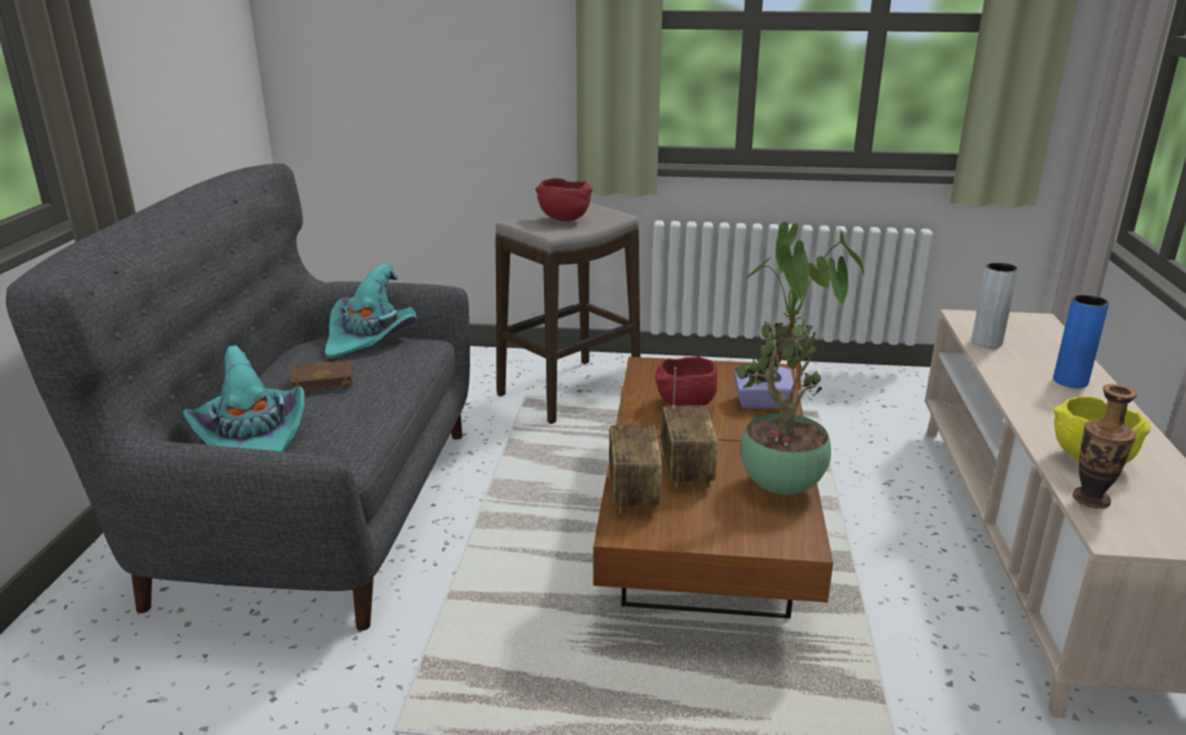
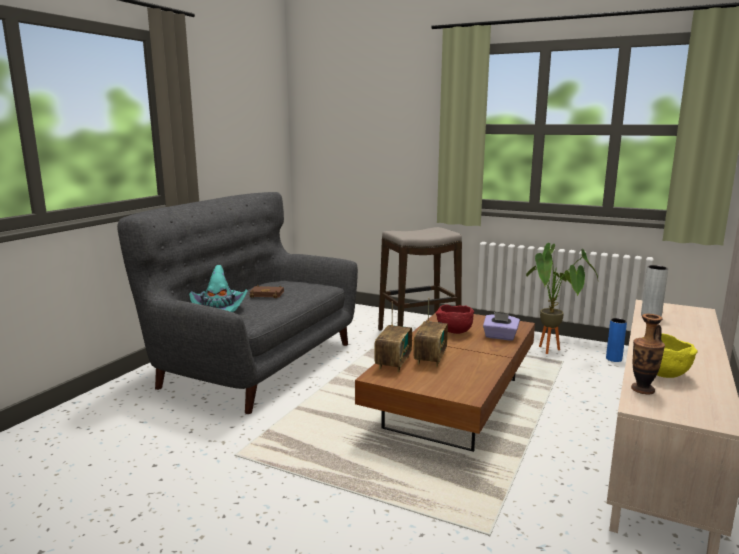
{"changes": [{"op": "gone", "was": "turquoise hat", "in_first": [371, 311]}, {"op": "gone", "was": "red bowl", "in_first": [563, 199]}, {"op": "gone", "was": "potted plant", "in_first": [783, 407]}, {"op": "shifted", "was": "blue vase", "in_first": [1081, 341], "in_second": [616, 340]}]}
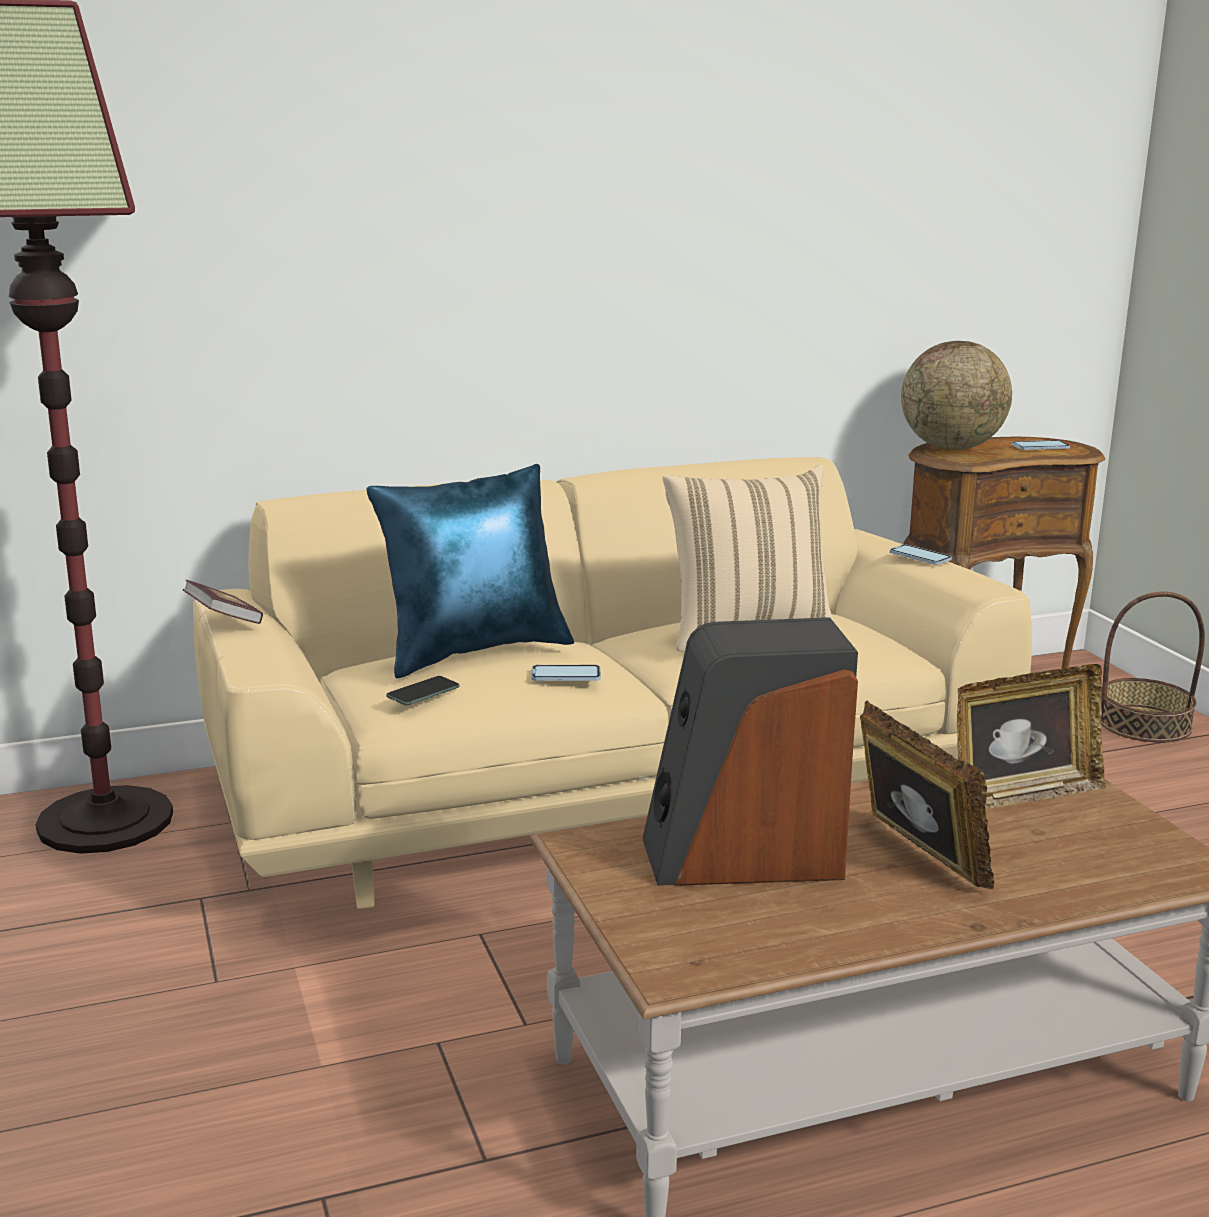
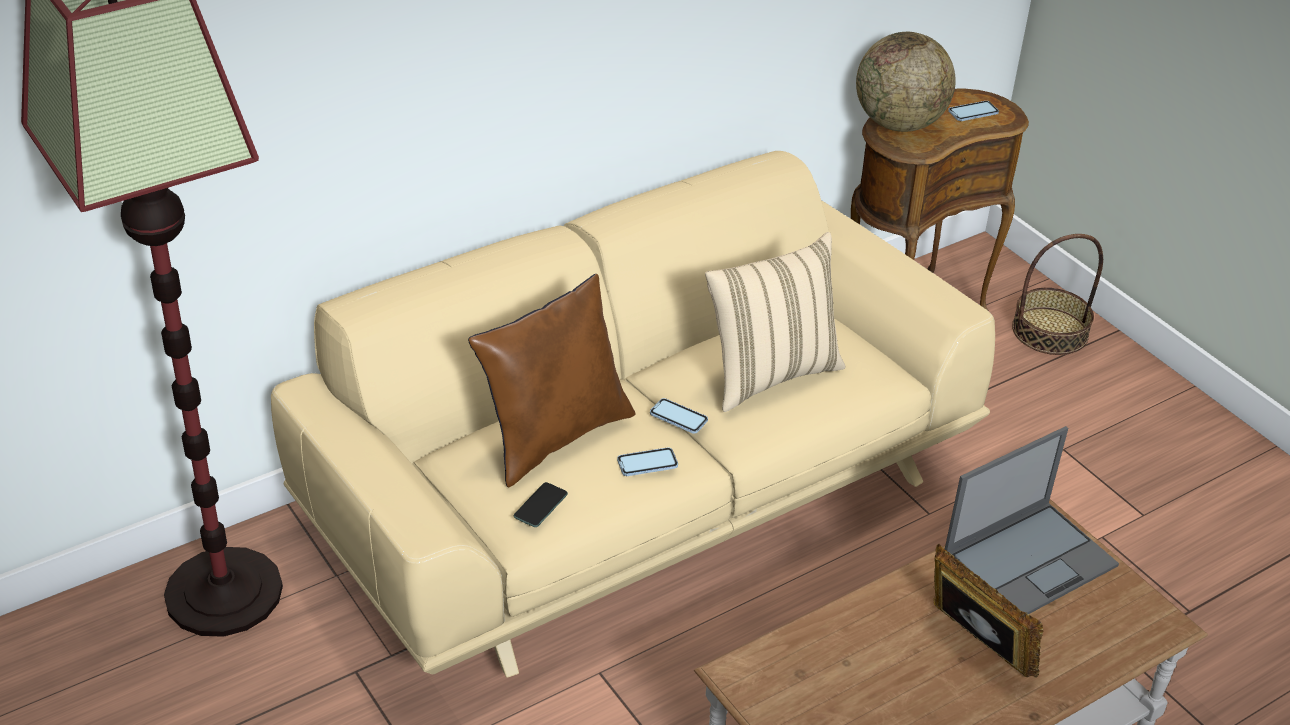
{"changes": [{"op": "gone", "was": "book", "in_first": [223, 602]}, {"op": "repainted", "was": "blue pillow", "now": "brown pillow", "in_first": [470, 571], "in_second": [552, 380]}, {"op": "gone", "was": "speaker", "in_first": [750, 751]}, {"op": "shifted", "was": "phone", "in_first": [921, 554], "in_second": [679, 416]}, {"op": "swapped", "was": "picture frame", "now": "laptop", "in_first": [1031, 736], "in_second": [1032, 520]}]}
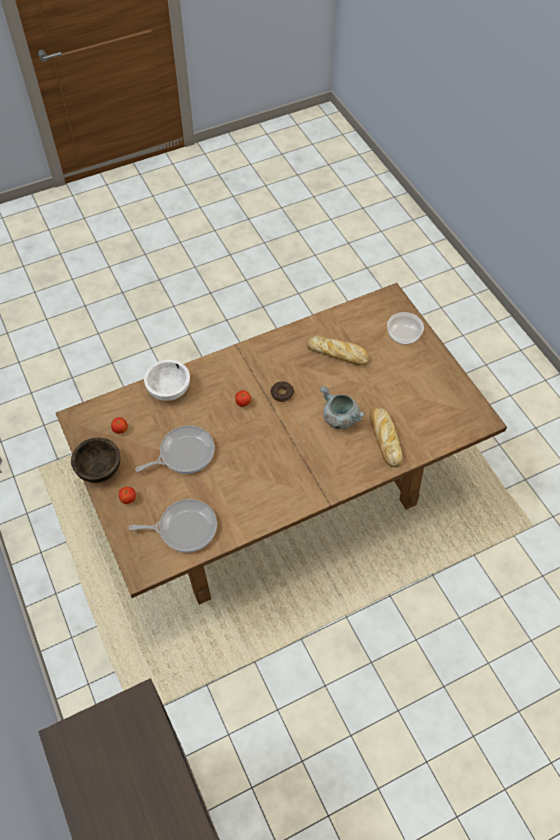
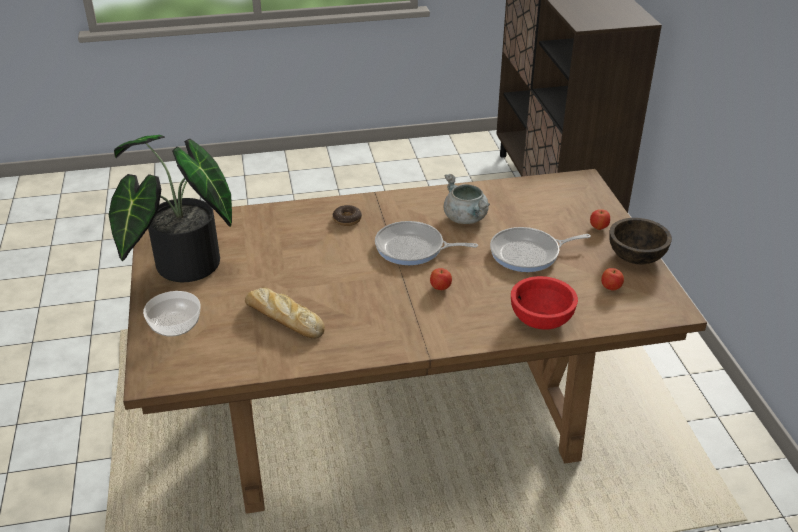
{"changes": [{"op": "shifted", "was": "frying pan", "in_first": [173, 526], "in_second": [426, 243]}, {"op": "repainted", "was": "white bowl", "now": "red bowl", "in_first": [167, 380], "in_second": [544, 303]}, {"op": "shifted", "was": "donut", "in_first": [282, 391], "in_second": [347, 215]}, {"op": "shifted", "was": "grey cooking pot", "in_first": [342, 407], "in_second": [467, 199]}, {"op": "gone", "was": "bread", "in_first": [386, 437]}, {"op": "new", "now": "potted plant", "in_second": [170, 208]}]}
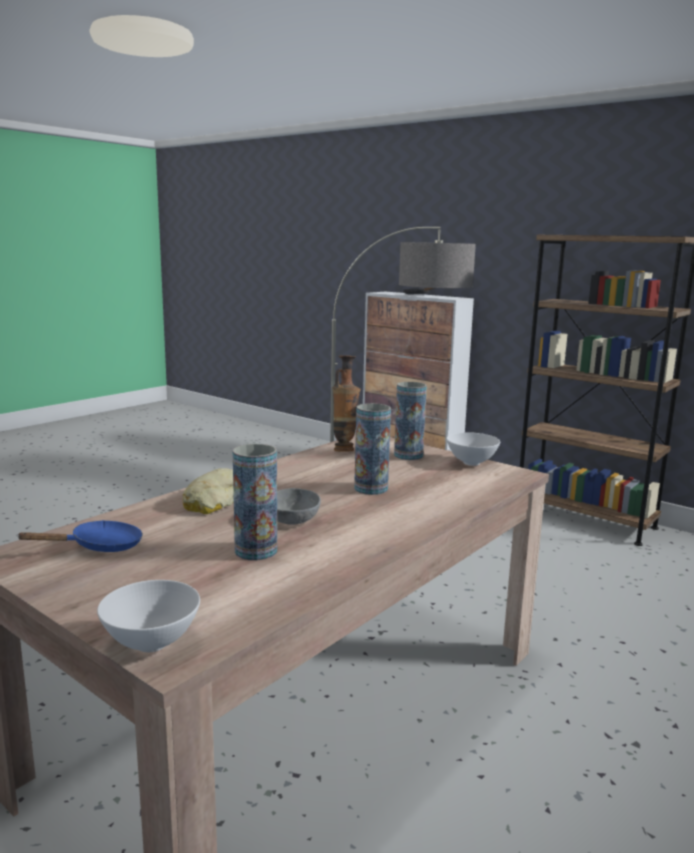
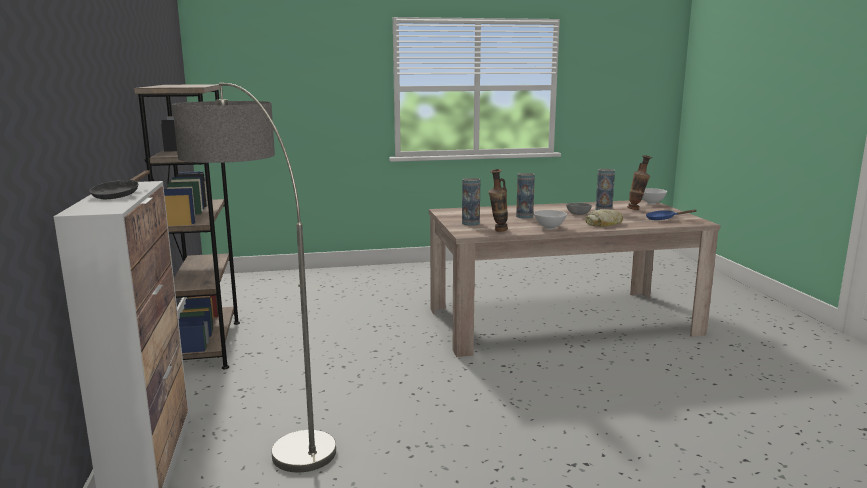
{"changes": [{"op": "shifted", "was": "white bowl", "in_first": [473, 449], "in_second": [550, 219]}, {"op": "new", "now": "vase", "in_second": [639, 182]}]}
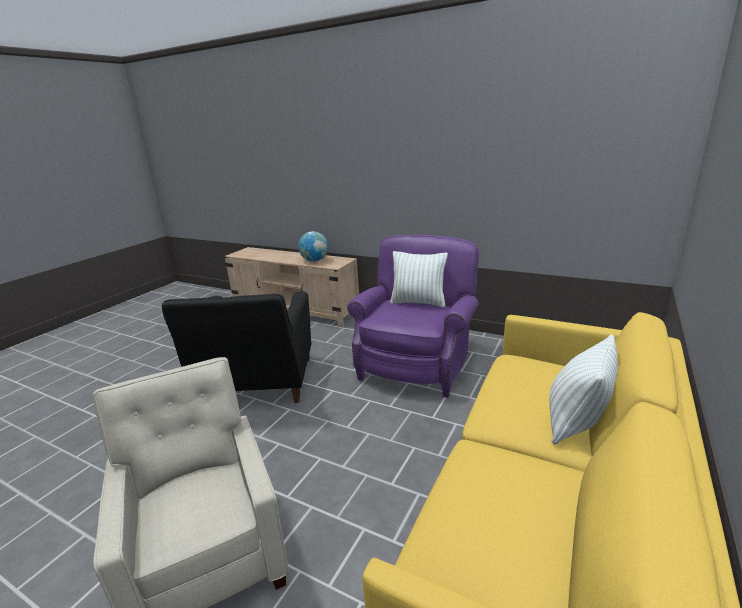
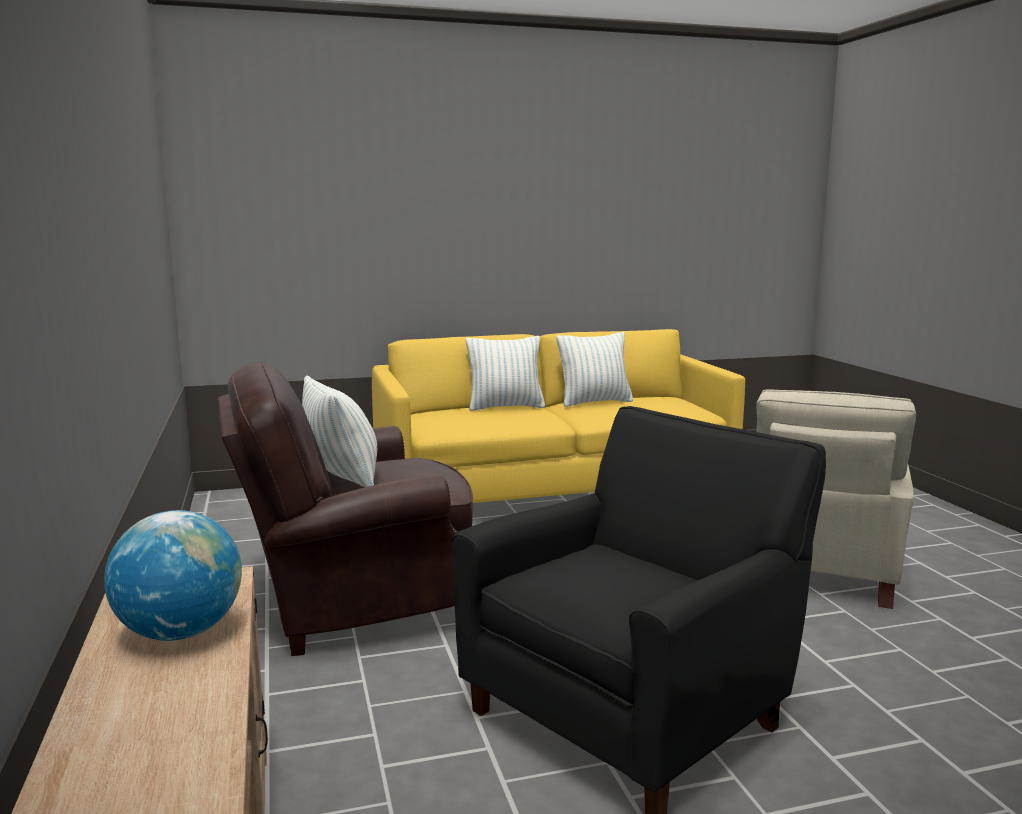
{"changes": [{"op": "repainted", "was": "purple armchair", "now": "brown armchair", "in_first": [413, 316], "in_second": [346, 508]}, {"op": "new", "now": "pillow", "in_second": [594, 369]}]}
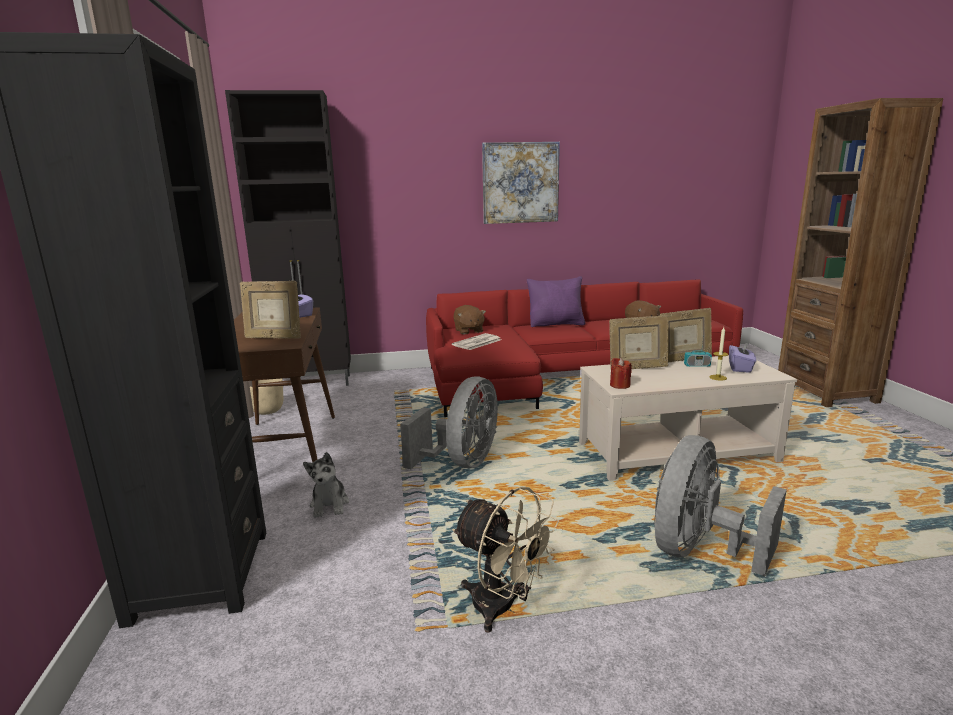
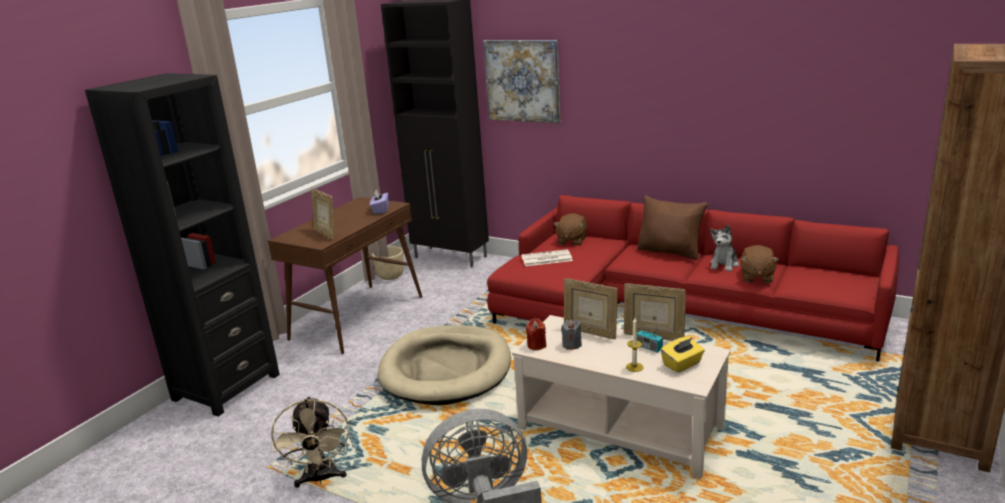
{"changes": [{"op": "shifted", "was": "plush toy", "in_first": [326, 484], "in_second": [724, 248]}, {"op": "swapped", "was": "grey fan", "now": "beige dog bed", "in_first": [449, 422], "in_second": [444, 365]}, {"op": "shifted", "was": "picture", "in_first": [521, 183], "in_second": [521, 81]}, {"op": "repainted", "was": "purple pillow", "now": "brown pillow", "in_first": [556, 301], "in_second": [672, 228]}, {"op": "repainted", "was": "purple tissue box", "now": "yellow tissue box", "in_first": [742, 357], "in_second": [683, 355]}, {"op": "new", "now": "grey candle", "in_second": [571, 334]}]}
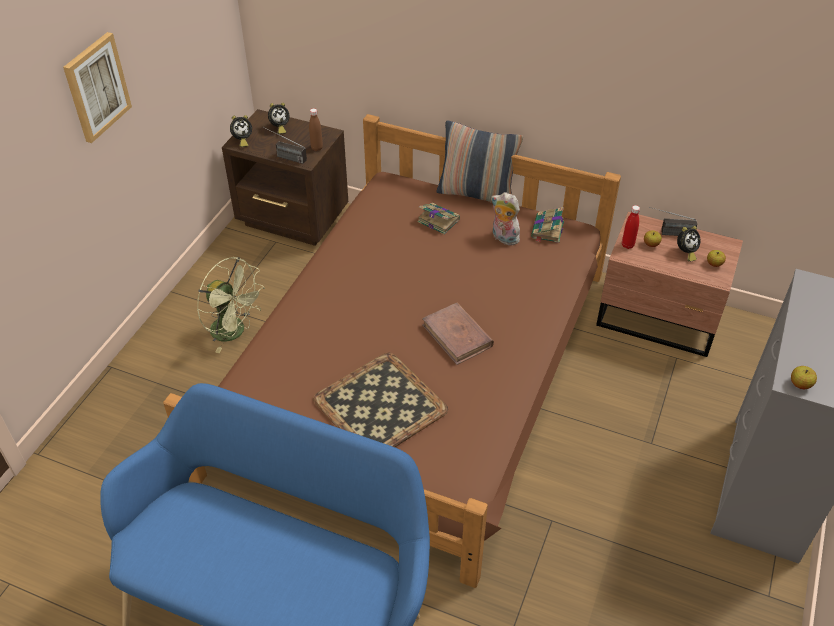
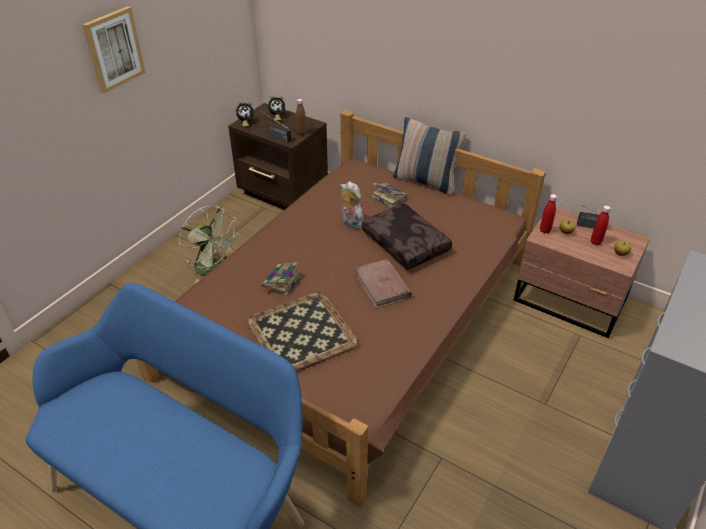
{"changes": [{"op": "shifted", "was": "plush toy", "in_first": [505, 218], "in_second": [352, 205]}, {"op": "shifted", "was": "book", "in_first": [547, 225], "in_second": [281, 279]}, {"op": "swapped", "was": "alarm clock", "now": "red bottle", "in_first": [688, 244], "in_second": [601, 225]}, {"op": "gone", "was": "apple", "in_first": [804, 377]}, {"op": "new", "now": "brown pillow", "in_second": [406, 236]}]}
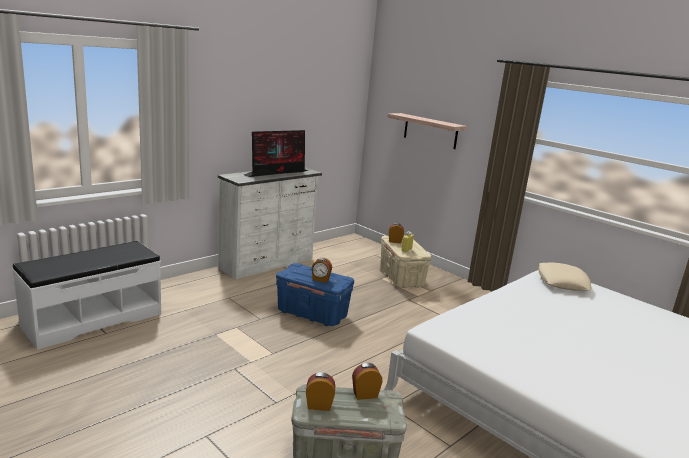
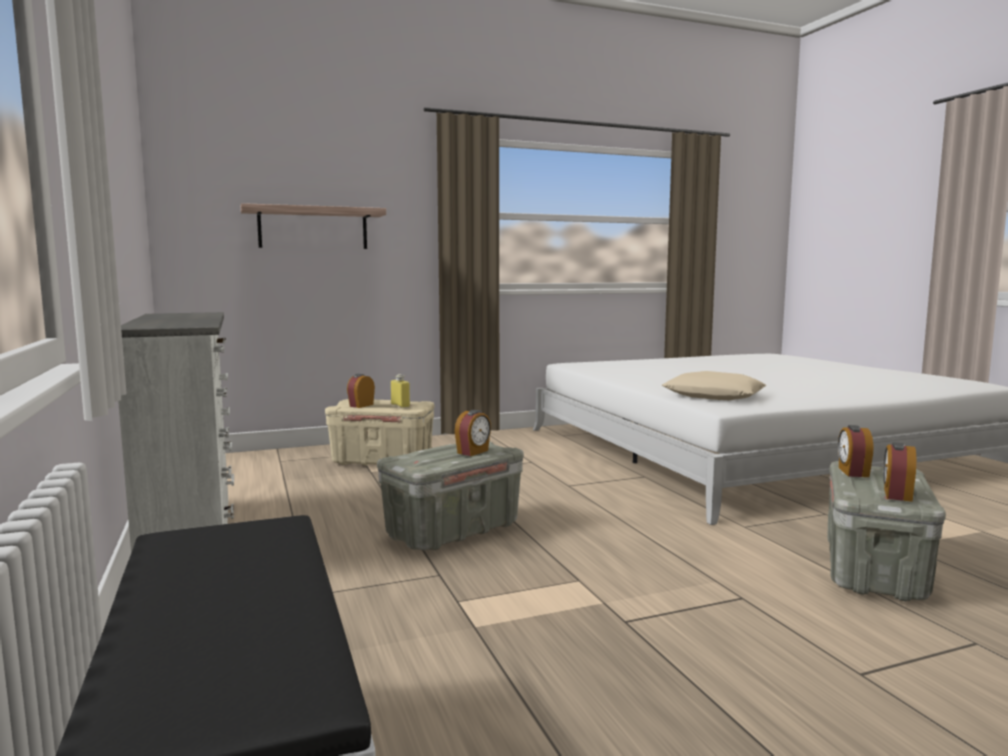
{"changes": [{"op": "gone", "was": "monitor", "in_first": [276, 153]}, {"op": "repainted", "was": "blue storage box", "now": "grey storage box", "in_first": [315, 294], "in_second": [450, 495]}, {"op": "shifted", "was": "beige pillow", "in_first": [565, 277], "in_second": [714, 385]}]}
